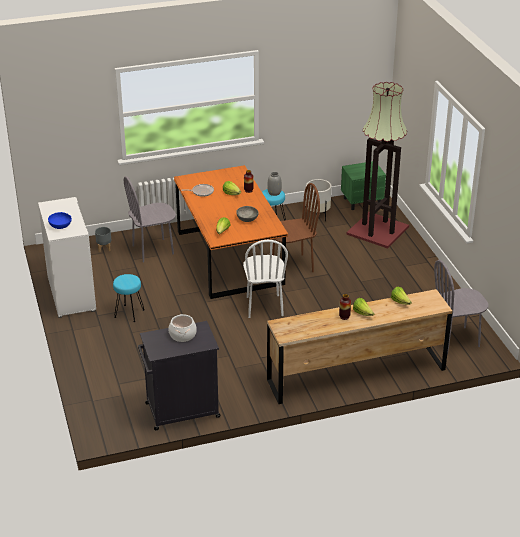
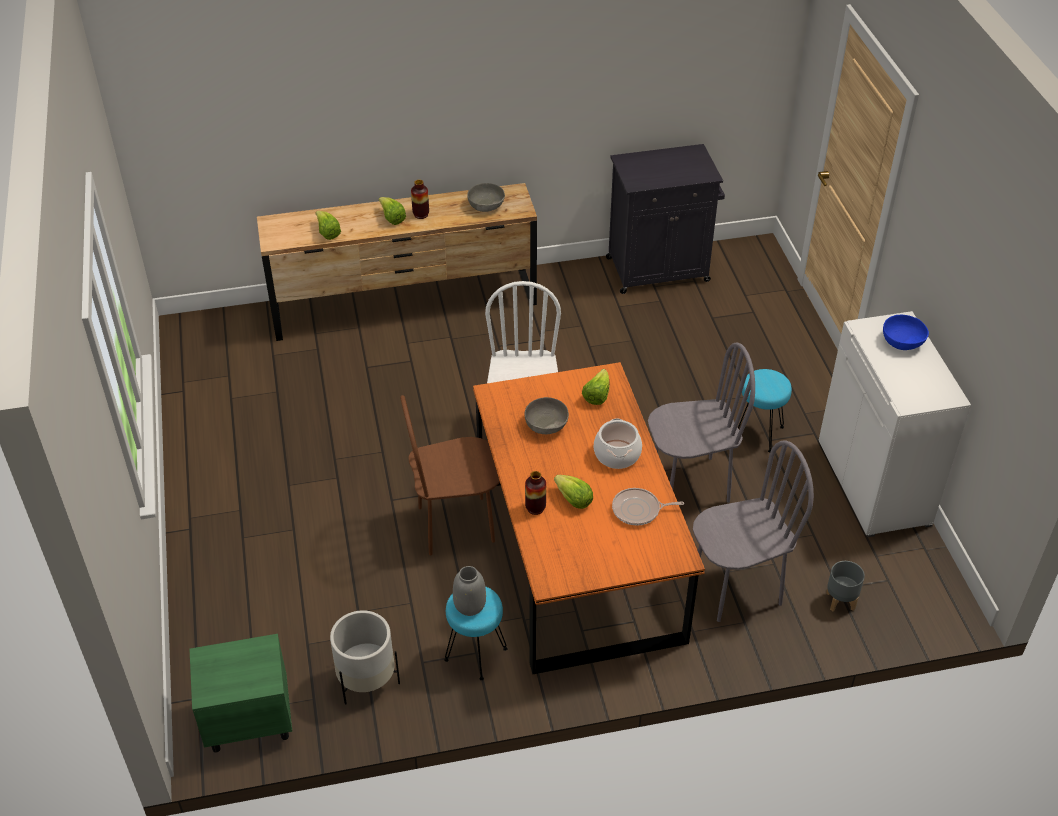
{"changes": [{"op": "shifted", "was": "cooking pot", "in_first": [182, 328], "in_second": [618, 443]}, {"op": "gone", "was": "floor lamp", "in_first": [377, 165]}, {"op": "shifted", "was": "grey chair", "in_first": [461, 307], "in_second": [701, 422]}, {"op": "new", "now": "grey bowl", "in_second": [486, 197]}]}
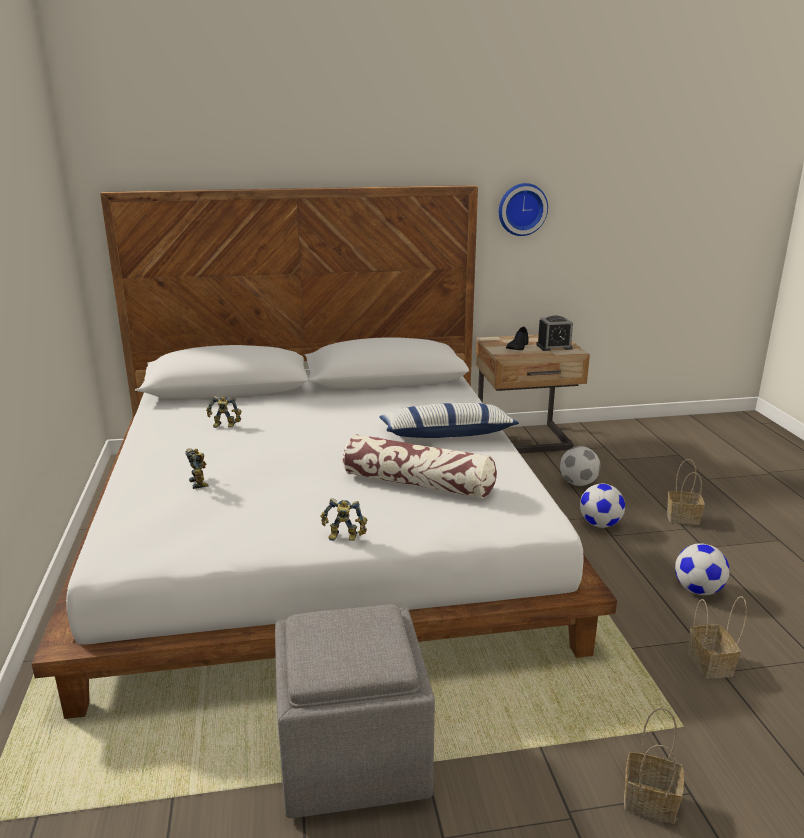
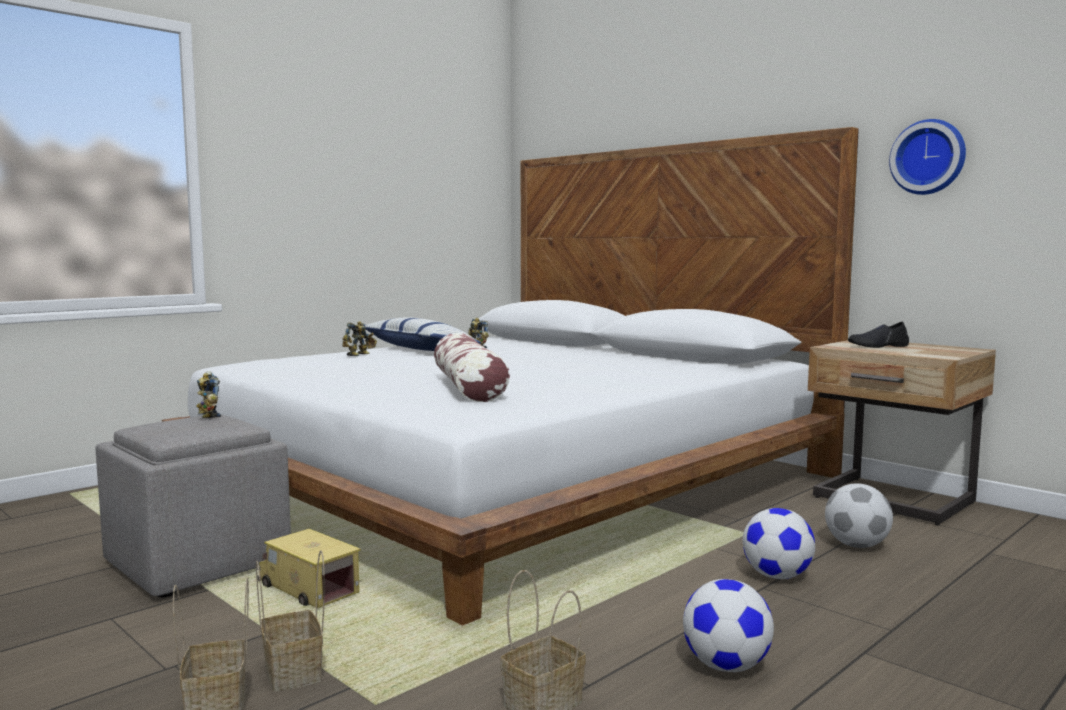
{"changes": [{"op": "shifted", "was": "toy robot", "in_first": [343, 519], "in_second": [208, 394]}, {"op": "shifted", "was": "pillow", "in_first": [449, 420], "in_second": [423, 334]}, {"op": "gone", "was": "alarm clock", "in_first": [554, 333]}, {"op": "shifted", "was": "basket", "in_first": [686, 492], "in_second": [290, 621]}, {"op": "new", "now": "toy truck", "in_second": [309, 568]}]}
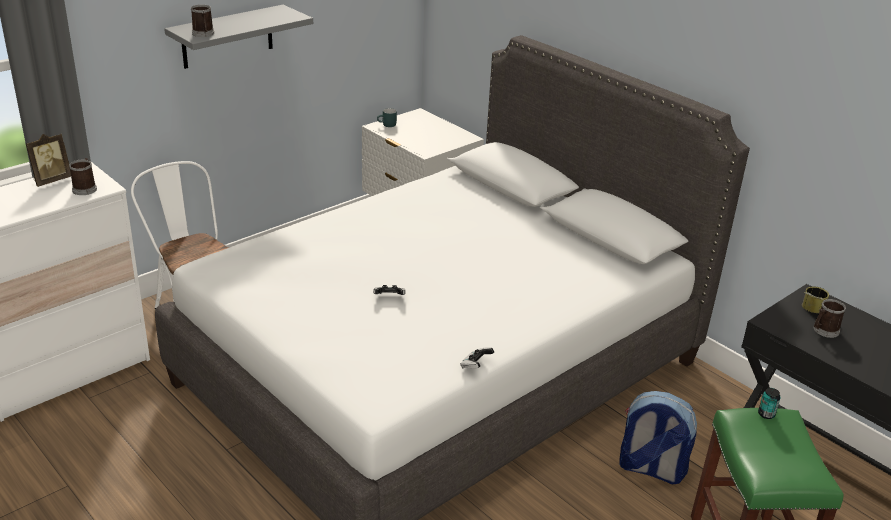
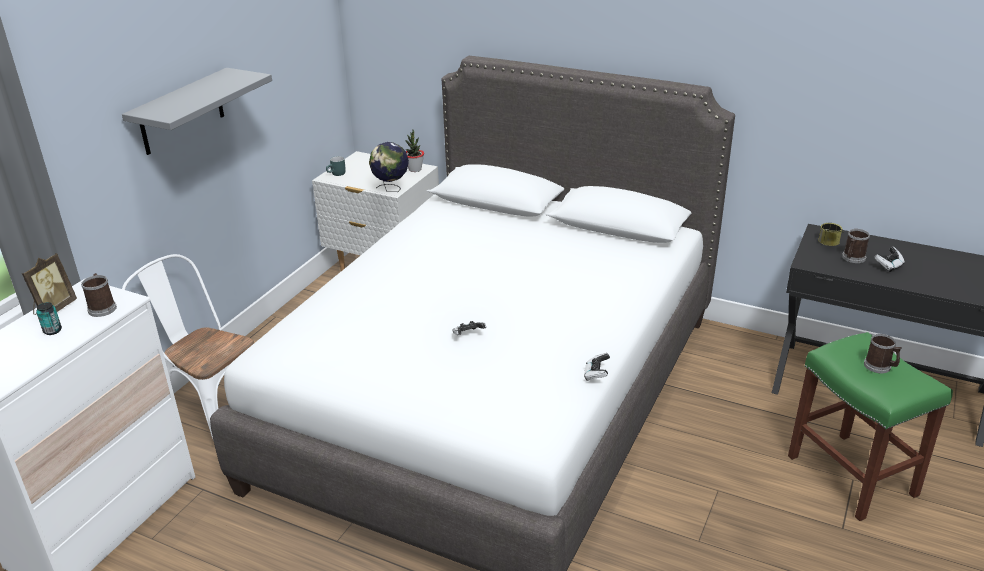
{"changes": [{"op": "shifted", "was": "mug", "in_first": [202, 21], "in_second": [883, 353]}, {"op": "gone", "was": "backpack", "in_first": [658, 437]}, {"op": "shifted", "was": "can", "in_first": [769, 403], "in_second": [49, 318]}, {"op": "new", "now": "globe", "in_second": [389, 167]}, {"op": "new", "now": "potted plant", "in_second": [414, 151]}, {"op": "new", "now": "game controller", "in_second": [889, 259]}]}
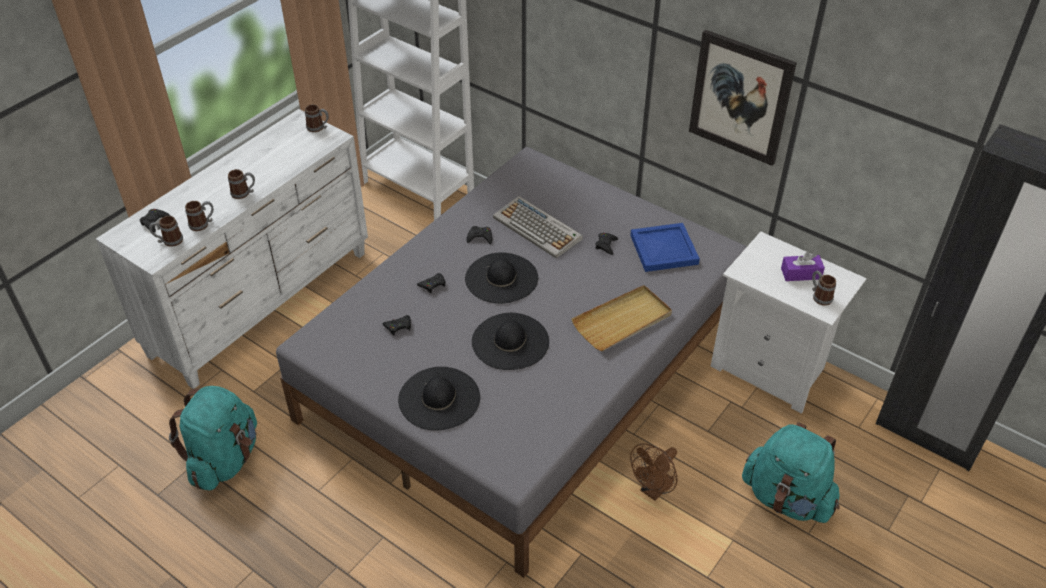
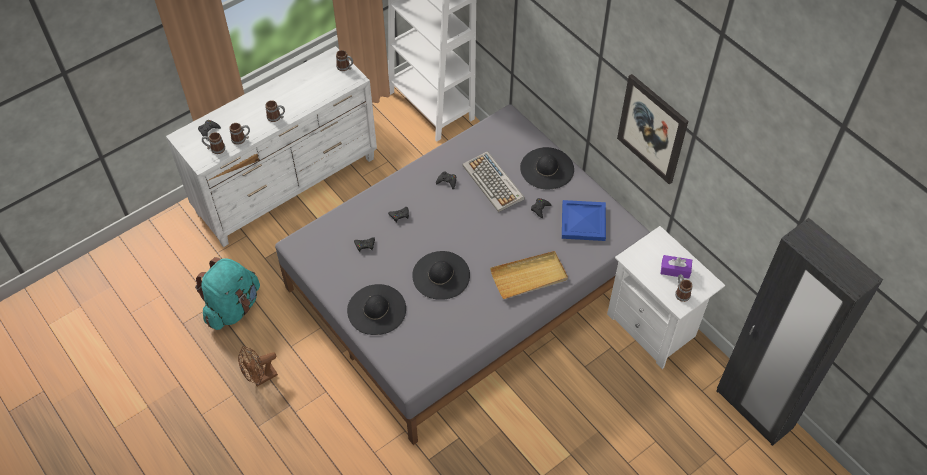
{"changes": [{"op": "shifted", "was": "black hat", "in_first": [501, 278], "in_second": [547, 168]}, {"op": "shifted", "was": "brown fan", "in_first": [654, 472], "in_second": [258, 366]}, {"op": "gone", "was": "turquoise backpack", "in_first": [791, 472]}]}
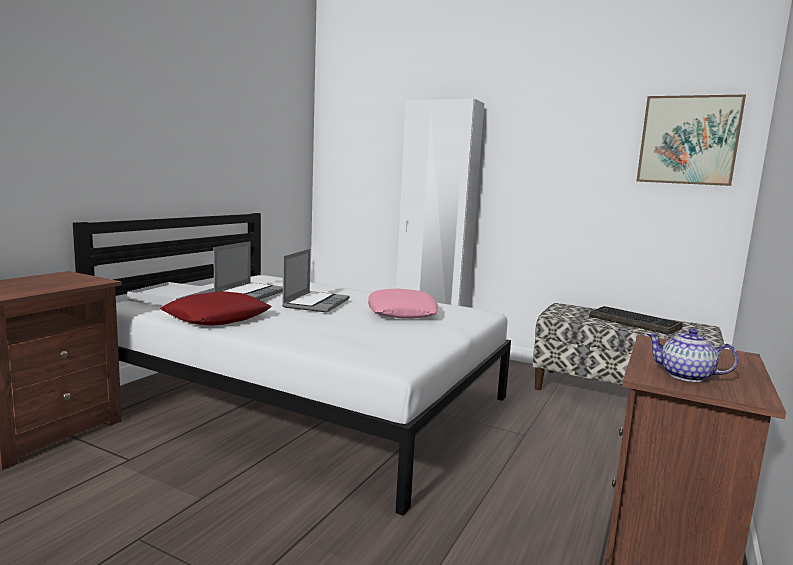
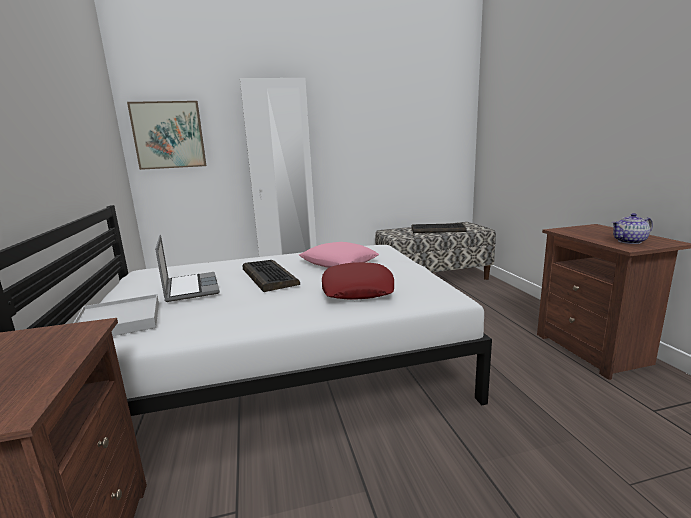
{"changes": [{"op": "shifted", "was": "red pillow", "in_first": [216, 308], "in_second": [358, 280]}, {"op": "swapped", "was": "laptop", "now": "keyboard", "in_first": [316, 280], "in_second": [271, 276]}, {"op": "shifted", "was": "picture", "in_first": [691, 140], "in_second": [167, 135]}]}
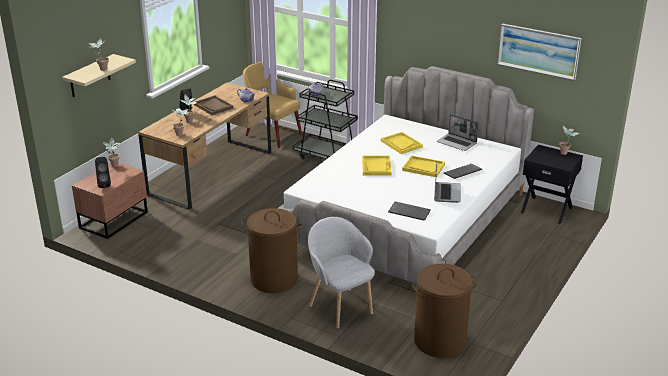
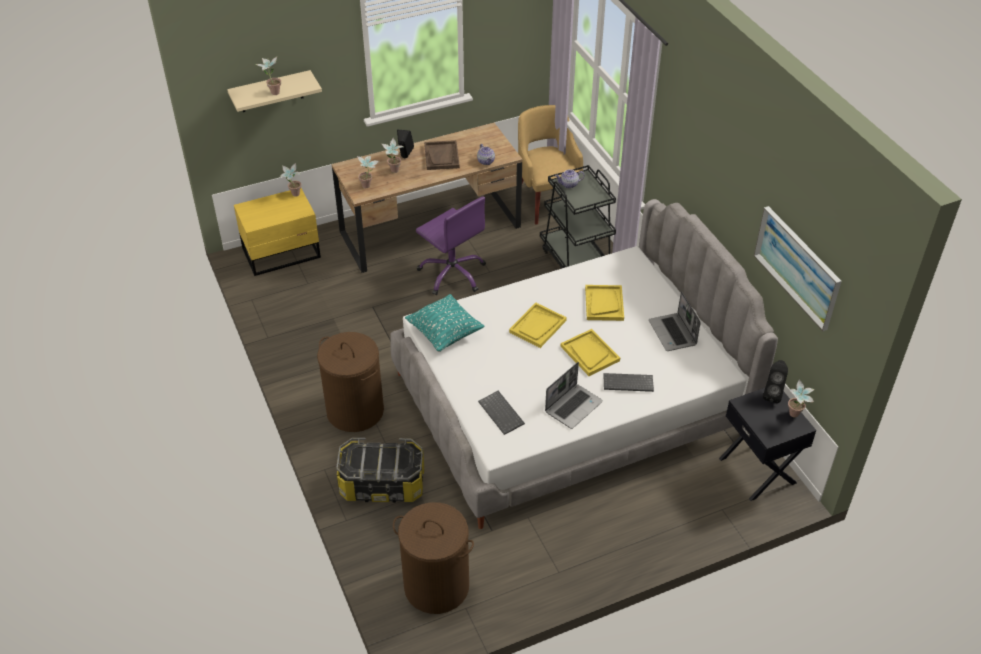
{"changes": [{"op": "repainted", "was": "brown nightstand", "now": "yellow nightstand", "in_first": [110, 201], "in_second": [277, 232]}, {"op": "shifted", "was": "black speaker", "in_first": [103, 172], "in_second": [775, 381]}, {"op": "swapped", "was": "grey armchair", "now": "storage box", "in_first": [341, 273], "in_second": [380, 470]}, {"op": "new", "now": "turquoise pillow", "in_second": [444, 323]}, {"op": "new", "now": "purple office chair", "in_second": [451, 245]}]}
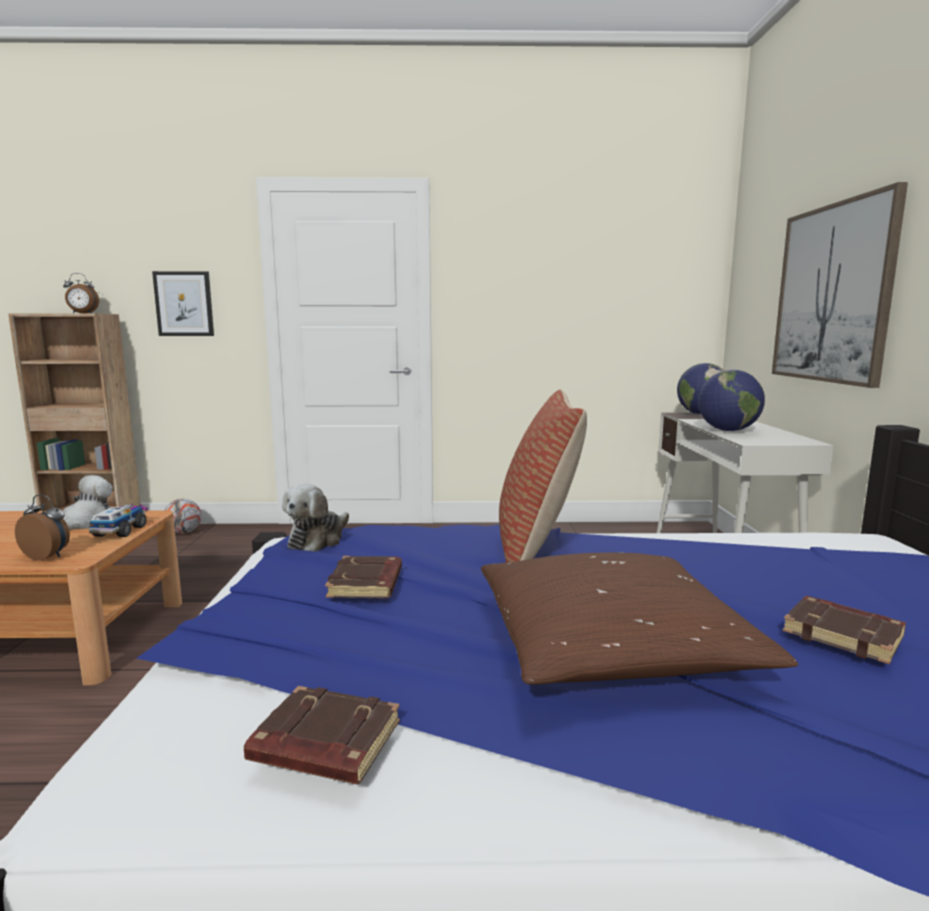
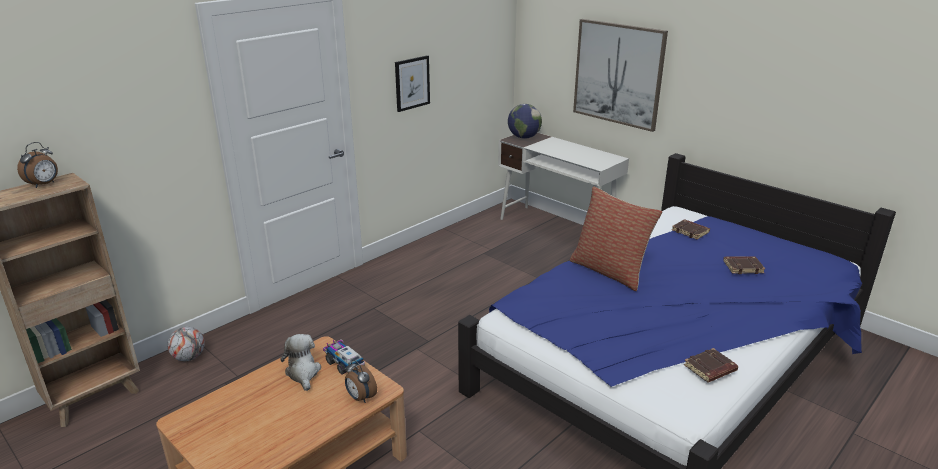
{"changes": [{"op": "rotated", "was": "alarm clock", "in_first": [42, 528], "in_second": [361, 381], "clockwise": -105}, {"op": "shifted", "was": "picture", "in_first": [183, 303], "in_second": [412, 83]}, {"op": "gone", "was": "plush toy", "in_first": [315, 518]}, {"op": "shifted", "was": "brown book", "in_first": [363, 577], "in_second": [691, 230]}, {"op": "gone", "was": "brown pillow", "in_first": [639, 619]}, {"op": "gone", "was": "globe", "in_first": [731, 400]}]}
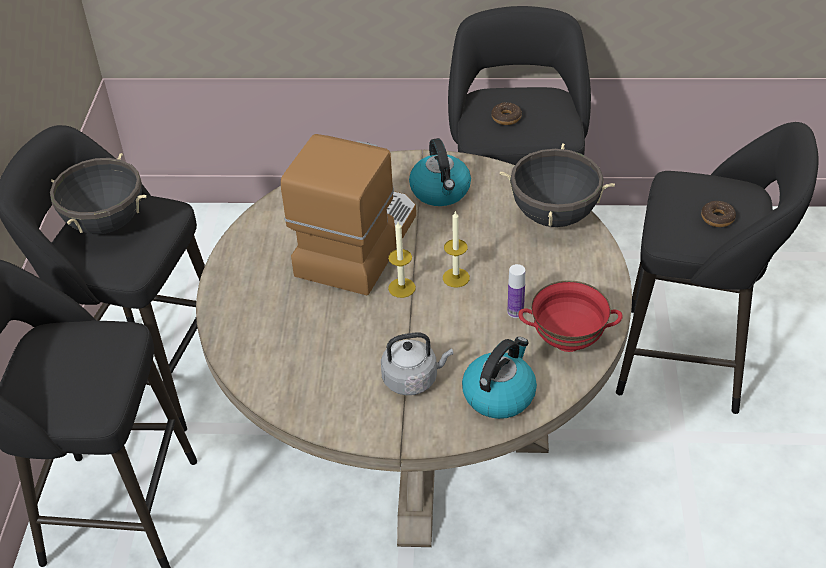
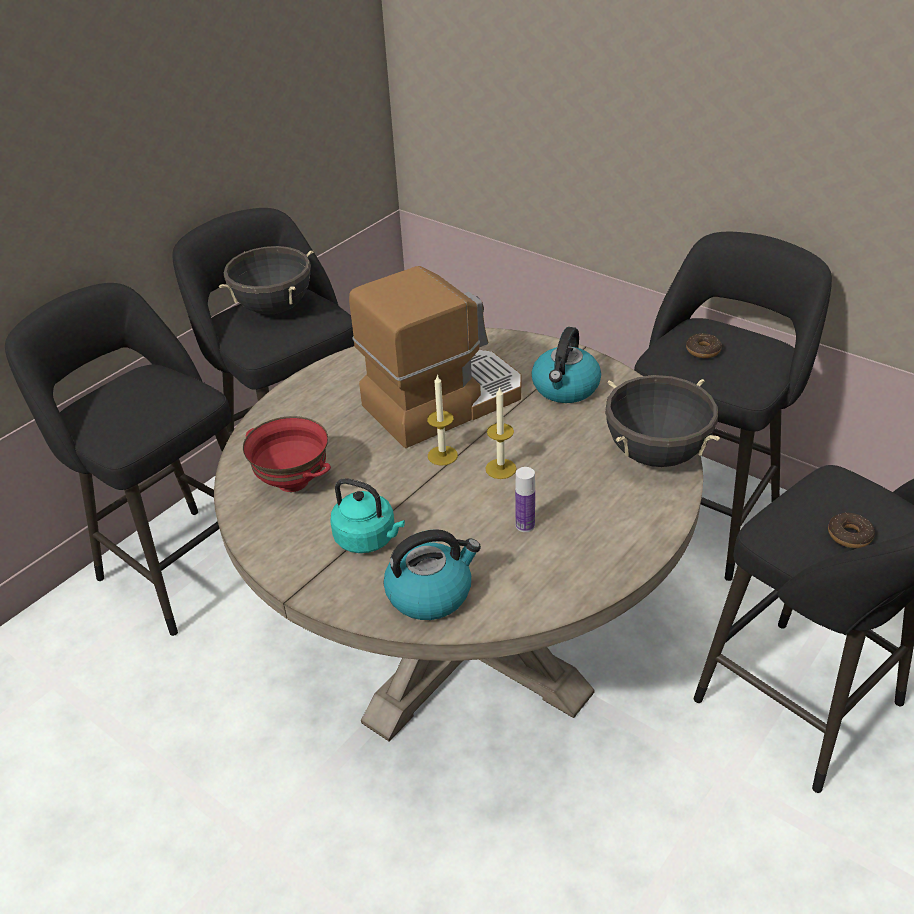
{"changes": [{"op": "repainted", "was": "grey kettle", "now": "turquoise kettle", "in_first": [417, 363], "in_second": [367, 515]}, {"op": "shifted", "was": "red bowl", "in_first": [570, 316], "in_second": [287, 454]}]}
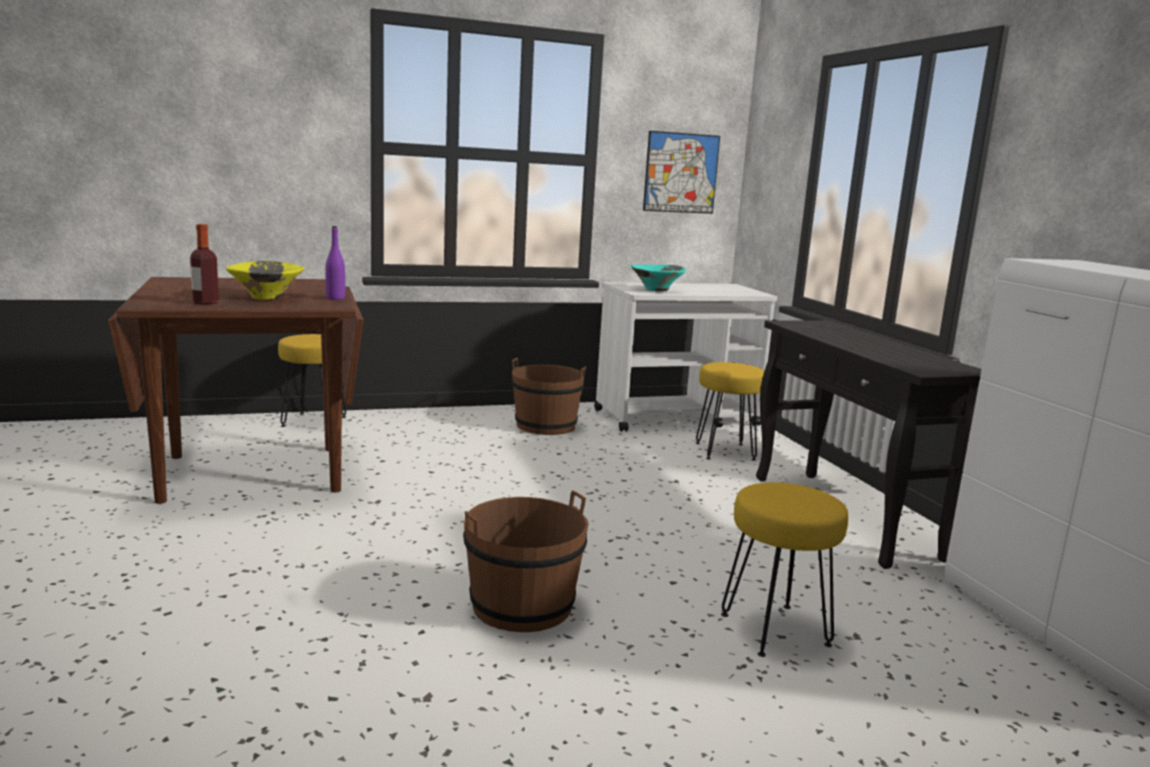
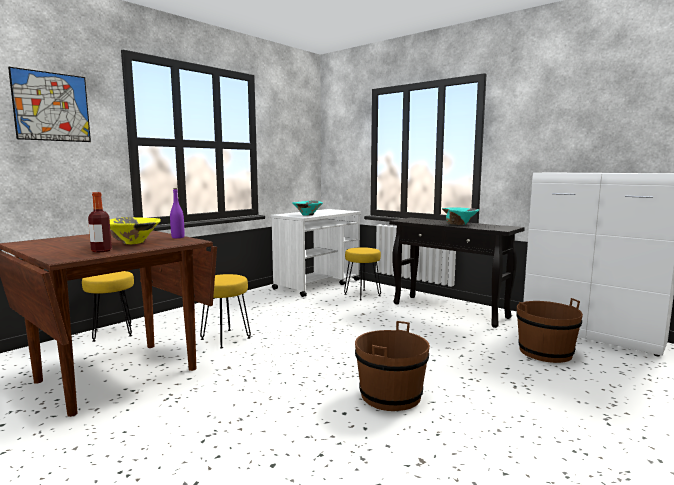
{"changes": [{"op": "shifted", "was": "brown bucket", "in_first": [549, 396], "in_second": [549, 330]}, {"op": "shifted", "was": "picture", "in_first": [681, 172], "in_second": [49, 104]}, {"op": "shifted", "was": "yellow stool", "in_first": [784, 569], "in_second": [225, 311]}, {"op": "new", "now": "turquoise bowl", "in_second": [460, 216]}]}
